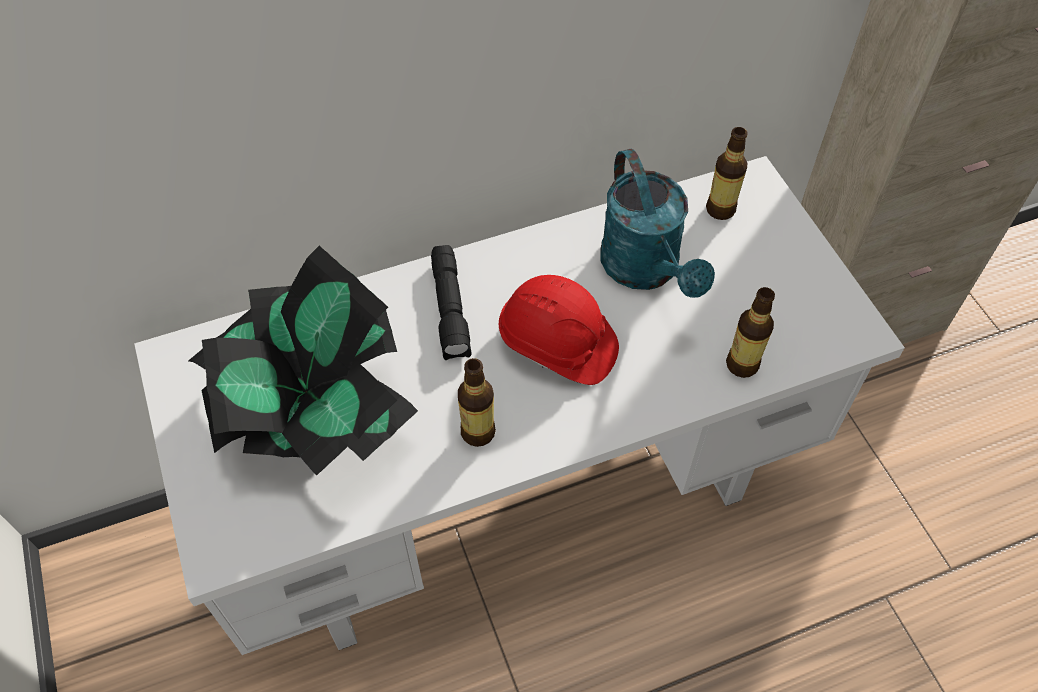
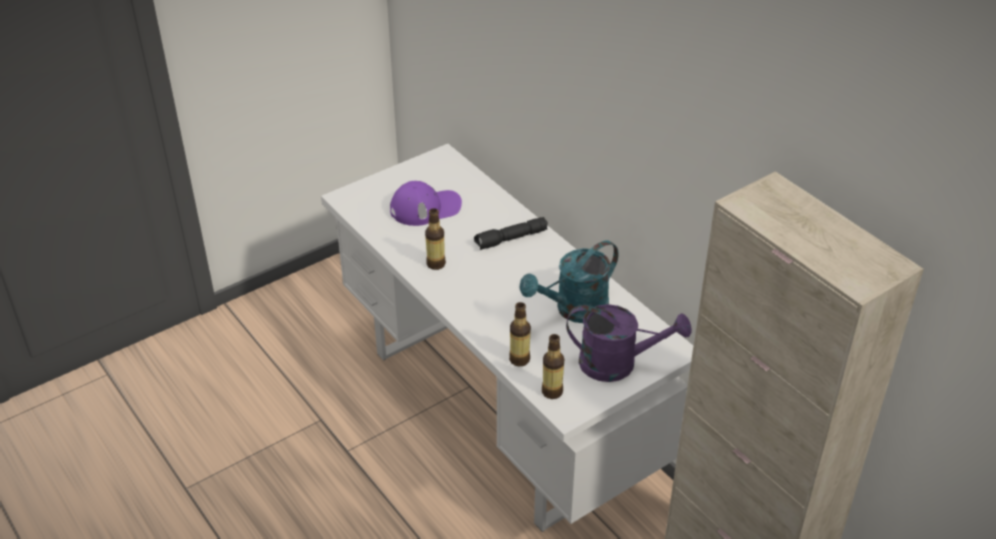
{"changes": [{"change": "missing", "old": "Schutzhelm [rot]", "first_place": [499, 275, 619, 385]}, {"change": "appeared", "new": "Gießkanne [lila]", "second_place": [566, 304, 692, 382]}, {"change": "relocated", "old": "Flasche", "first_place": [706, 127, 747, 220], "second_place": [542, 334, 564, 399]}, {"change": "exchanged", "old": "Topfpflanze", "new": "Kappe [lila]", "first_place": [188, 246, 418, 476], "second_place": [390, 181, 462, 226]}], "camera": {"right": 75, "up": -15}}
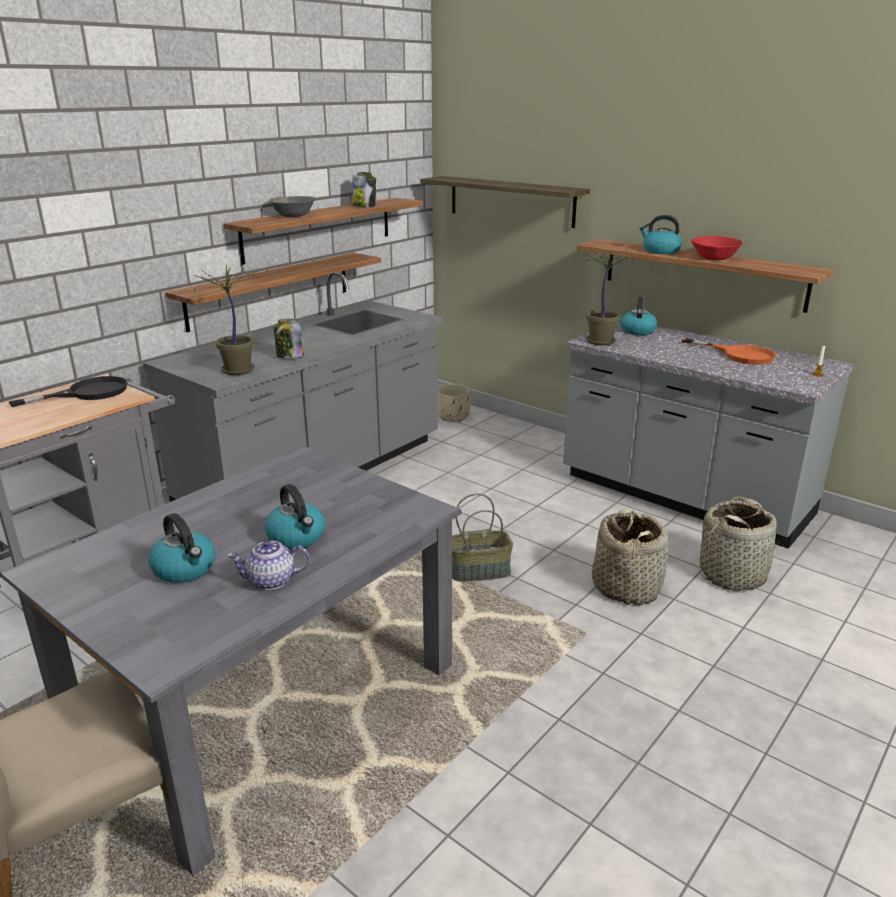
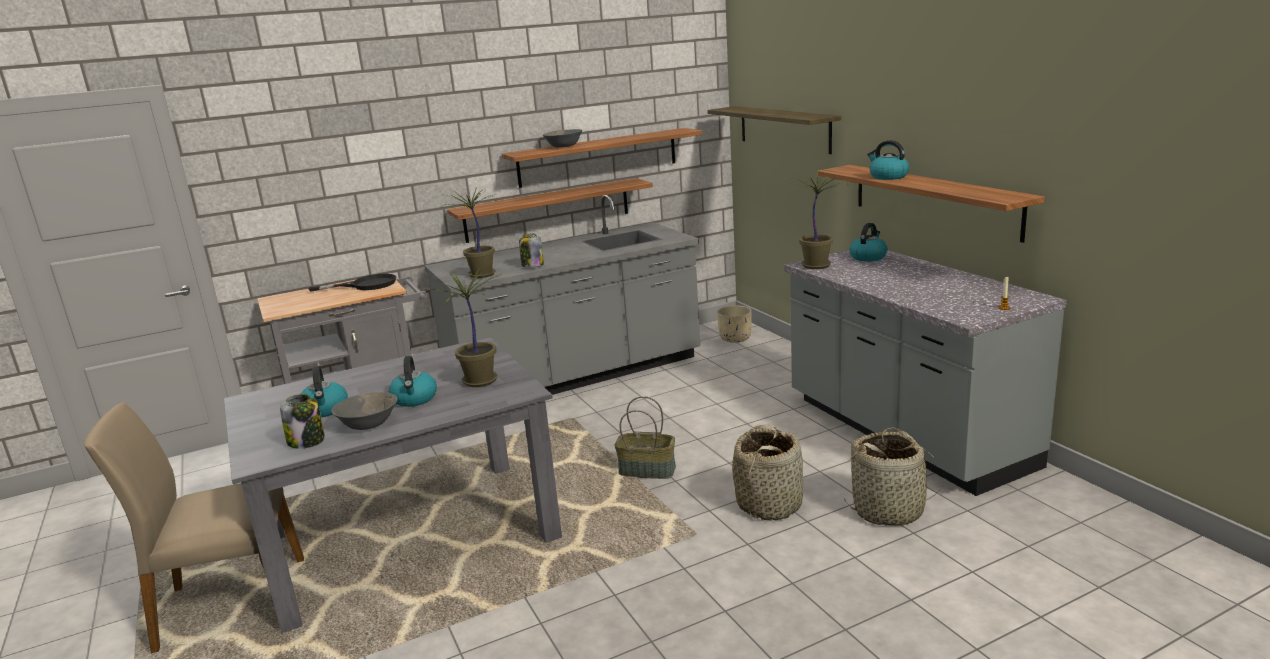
{"changes": [{"change": "missing", "old": "Pfanne [orange]", "first_place": [681, 338, 776, 365]}, {"change": "missing", "old": "Schüssel [rot]", "first_place": [691, 236, 743, 260]}, {"change": "appeared", "new": "Topfpflanze", "second_place": [422, 269, 501, 387]}, {"change": "relocated", "old": "Vorratsglas", "first_place": [351, 172, 376, 207], "second_place": [280, 394, 325, 449]}, {"change": "exchanged", "old": "Teekanne", "new": "Schüssel [grau]", "first_place": [227, 540, 310, 590], "second_place": [331, 392, 397, 430]}], "camera": {"right": 25, "up": -5}}
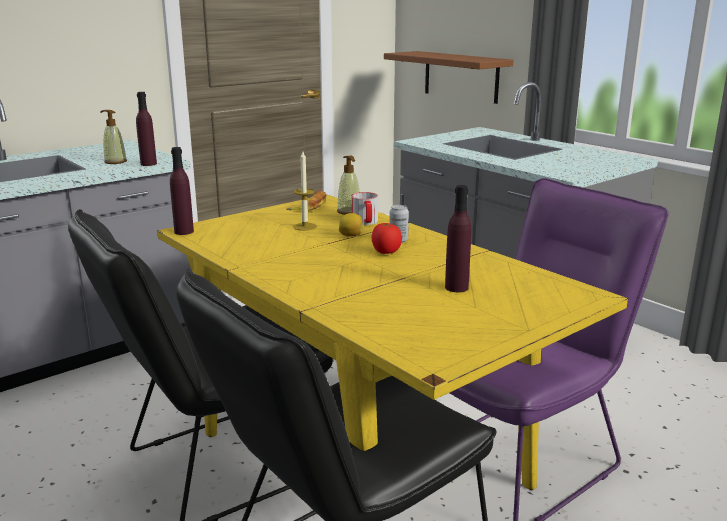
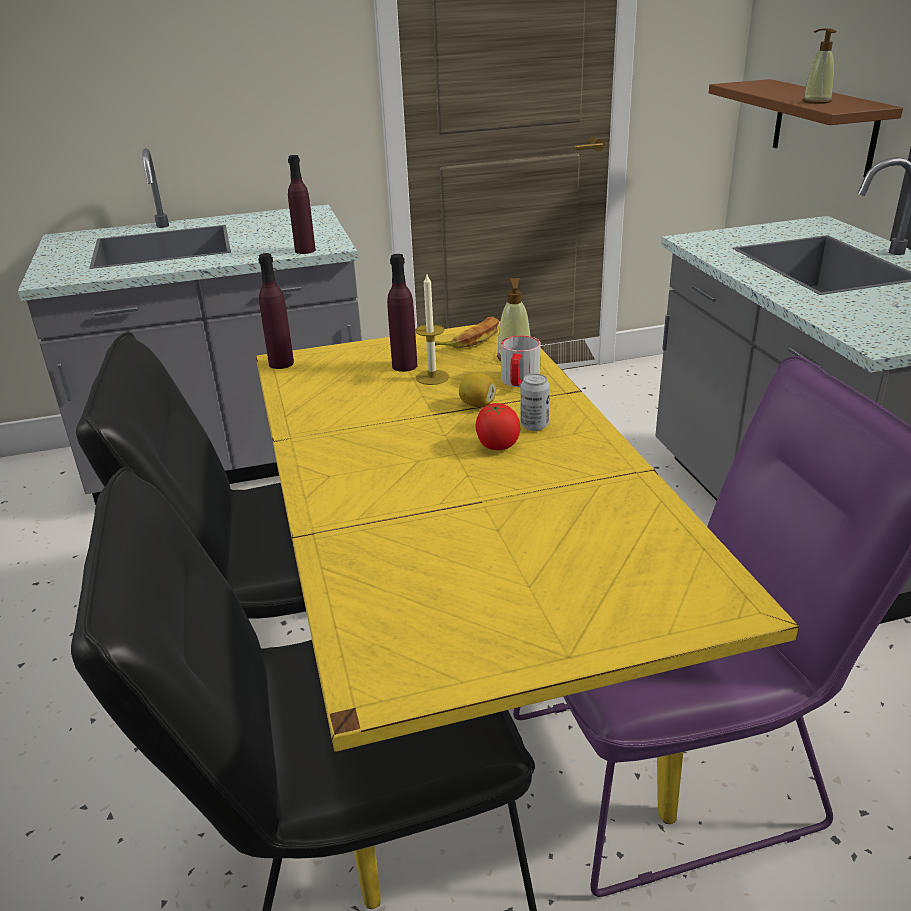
{"changes": [{"change": "relocated", "old": "Seifenspender", "first_place": [101, 110, 127, 164], "second_place": [803, 28, 836, 104]}, {"change": "relocated", "old": "Flasche [lila]", "first_place": [445, 185, 472, 292], "second_place": [387, 254, 418, 372]}], "camera": {"right": 25, "up": 10}}
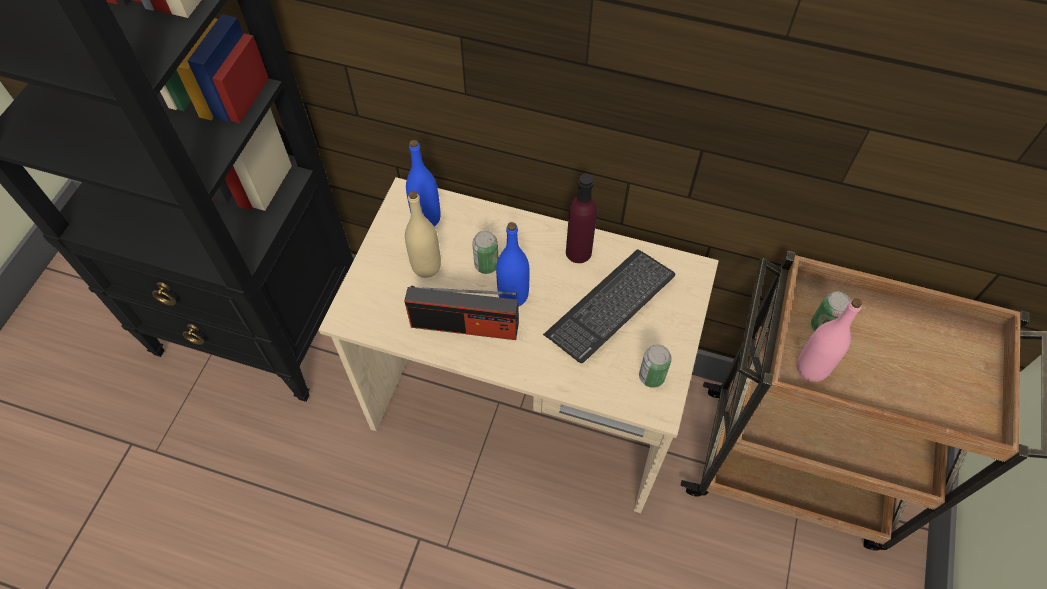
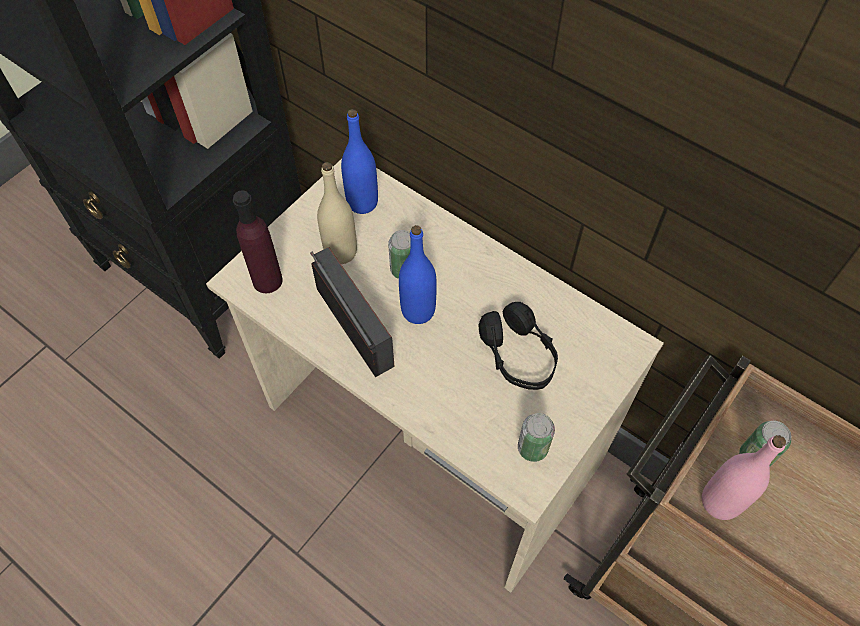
{"changes": [{"change": "relocated", "old": "Flasche [lila]", "first_place": [566, 174, 597, 263], "second_place": [233, 190, 283, 293]}, {"change": "exchanged", "old": "Tastatur", "new": "Kopfhörer [schwarz]", "first_place": [543, 249, 675, 363], "second_place": [479, 302, 558, 390]}, {"change": "spun", "old": "Radio", "first_place": [404, 286, 519, 340], "second_place": [310, 247, 395, 377], "degrees": -150}], "camera": {"right": 20, "up": 0}}
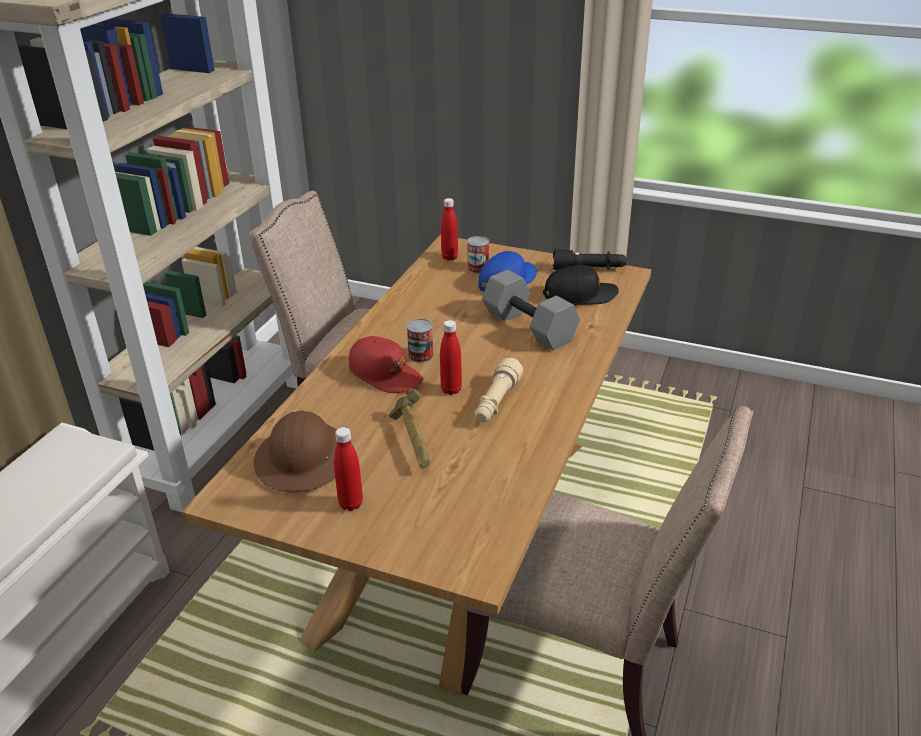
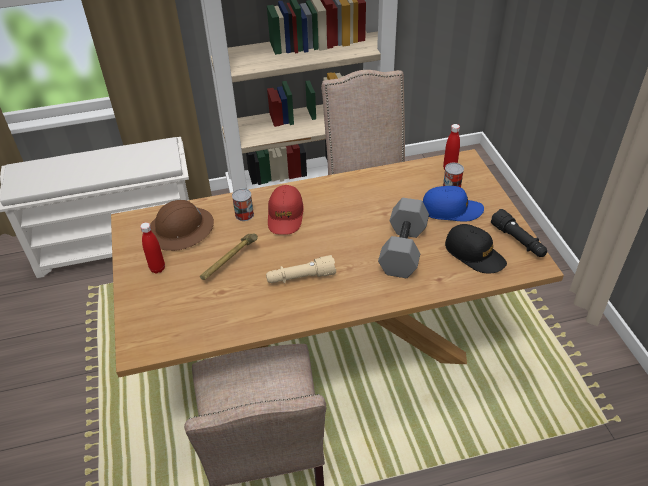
{"changes": [{"change": "missing", "old": "Flasche [rot]", "first_place": [440, 320, 462, 395]}, {"change": "relocated", "old": "Dose", "first_place": [407, 319, 434, 363], "second_place": [232, 189, 254, 221]}], "camera": {"right": 55, "up": 10}}
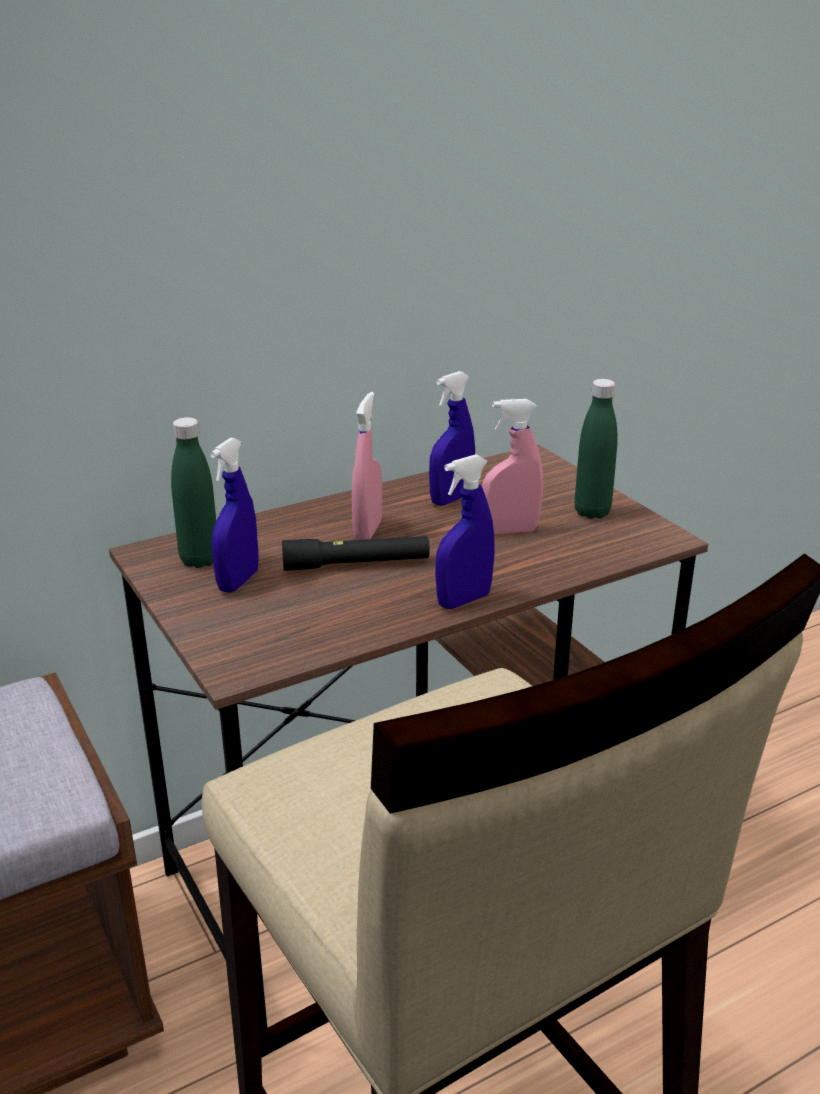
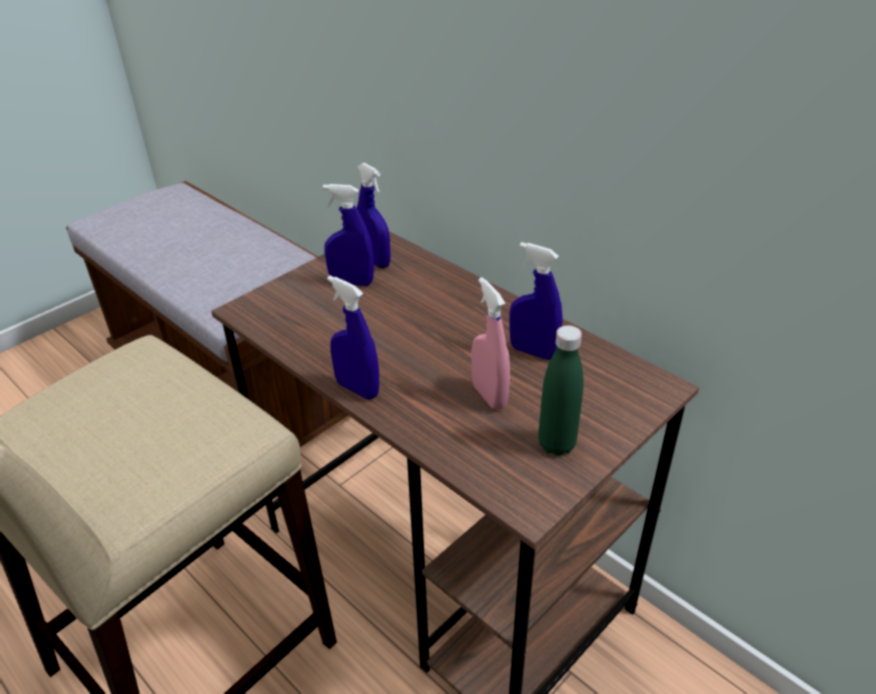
{"changes": [{"change": "missing", "old": "Taschenlampe [schwarz]", "first_place": [282, 536, 430, 571]}, {"change": "missing", "old": "Sprühflasche [rosa]", "first_place": [352, 392, 382, 540]}, {"change": "exchanged", "old": "Flasche [grün]", "new": "Sprühflasche [blau]", "first_place": [171, 417, 216, 568], "second_place": [357, 163, 391, 268]}], "camera": {"right": 75, "up": 10}}
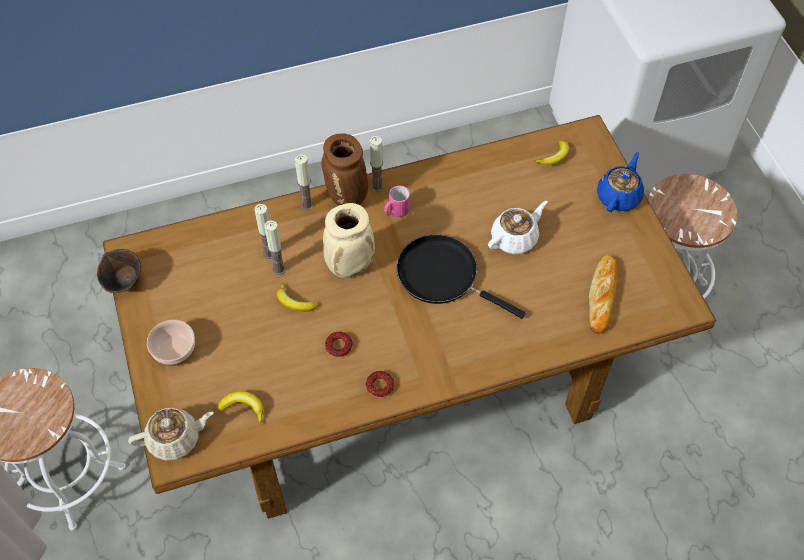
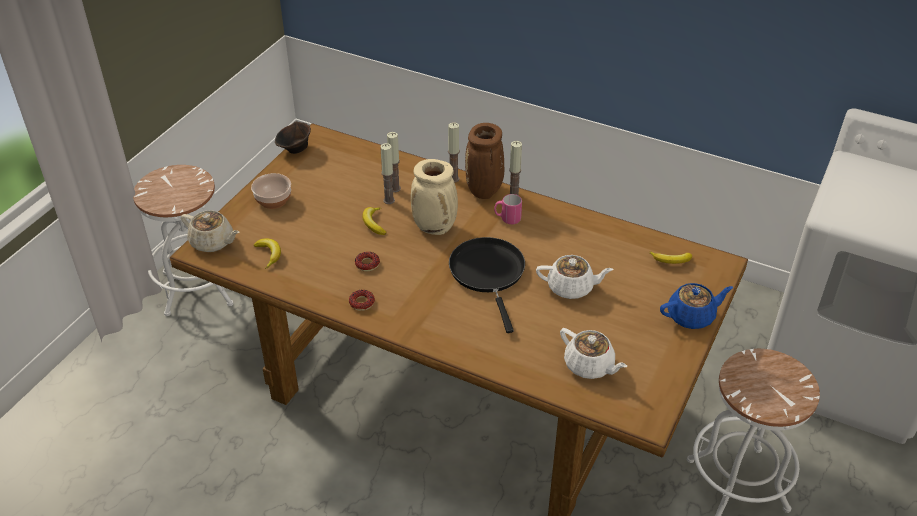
{"changes": [{"change": "exchanged", "old": "Brot", "new": "Teekanne [weiß]", "first_place": [589, 255, 617, 334], "second_place": [560, 328, 627, 379]}], "camera": {"right": 45, "up": -15}}
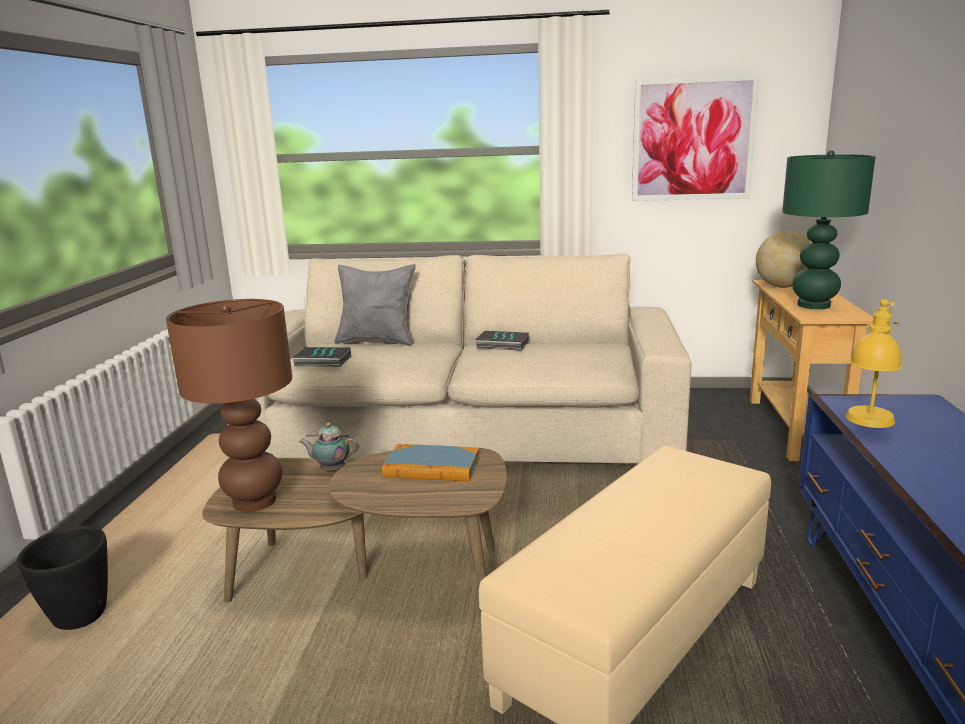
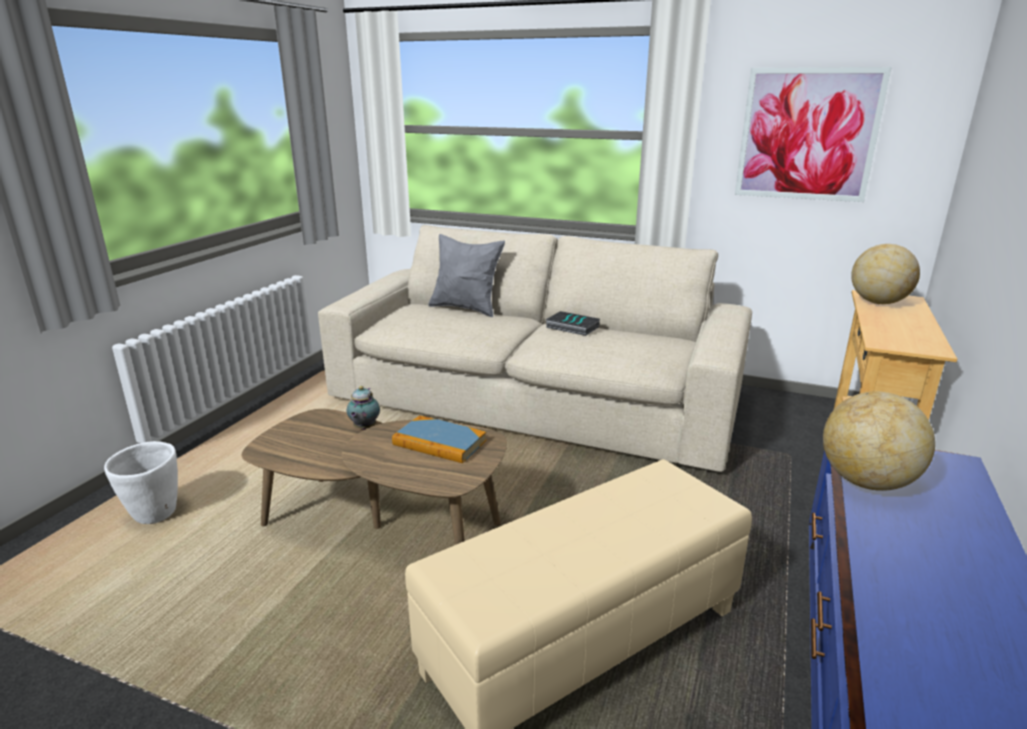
{"changes": [{"change": "missing", "old": "Tischlampe [braun]", "first_place": [166, 299, 292, 512]}, {"change": "missing", "old": "Buch", "first_place": [292, 347, 351, 367]}, {"change": "missing", "old": "Tischlampe [grün]", "first_place": [782, 150, 876, 309]}, {"change": "exchanged", "old": "Tischlampe [gelb]", "new": "Globus", "first_place": [846, 299, 902, 428], "second_place": [823, 391, 935, 491]}, {"change": "colour", "old": "Pflanzkübel [schwarz]", "new": "Pflanzkübel [weiß]", "first_place": [17, 526, 108, 630], "second_place": [104, 441, 178, 524]}, {"change": "spun", "old": "Teekanne", "first_place": [299, 423, 359, 471], "second_place": [347, 386, 380, 429], "degrees": -105}], "camera": {"right": 15, "up": 5}}
